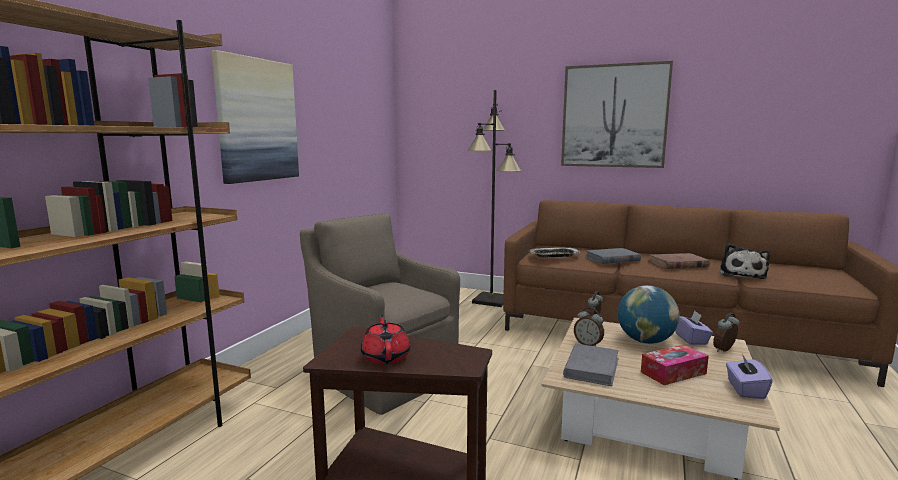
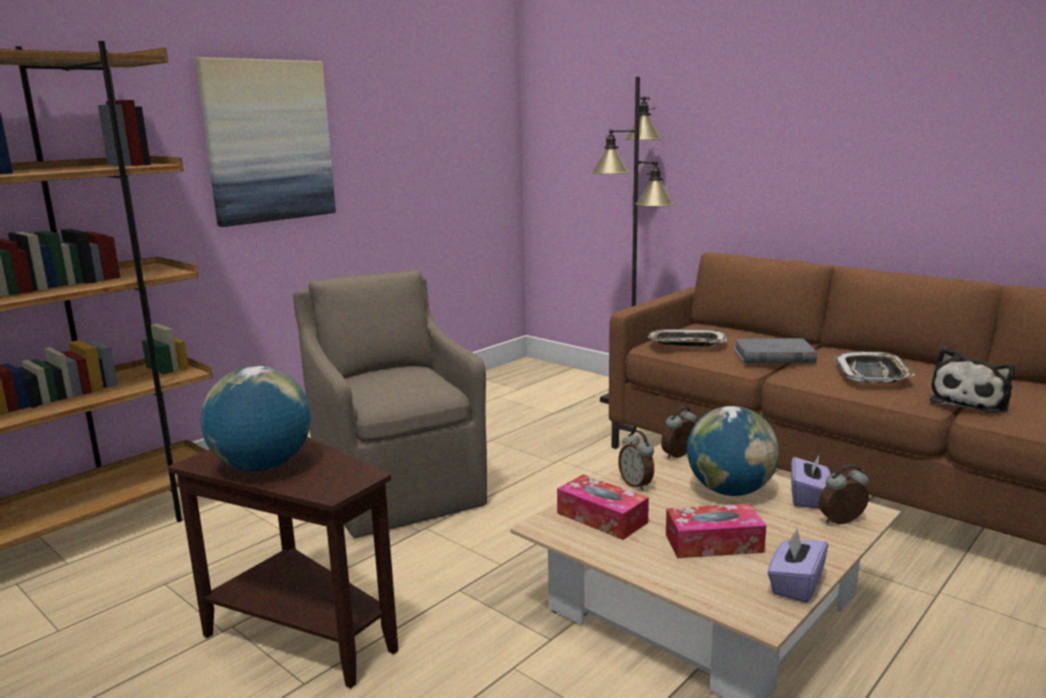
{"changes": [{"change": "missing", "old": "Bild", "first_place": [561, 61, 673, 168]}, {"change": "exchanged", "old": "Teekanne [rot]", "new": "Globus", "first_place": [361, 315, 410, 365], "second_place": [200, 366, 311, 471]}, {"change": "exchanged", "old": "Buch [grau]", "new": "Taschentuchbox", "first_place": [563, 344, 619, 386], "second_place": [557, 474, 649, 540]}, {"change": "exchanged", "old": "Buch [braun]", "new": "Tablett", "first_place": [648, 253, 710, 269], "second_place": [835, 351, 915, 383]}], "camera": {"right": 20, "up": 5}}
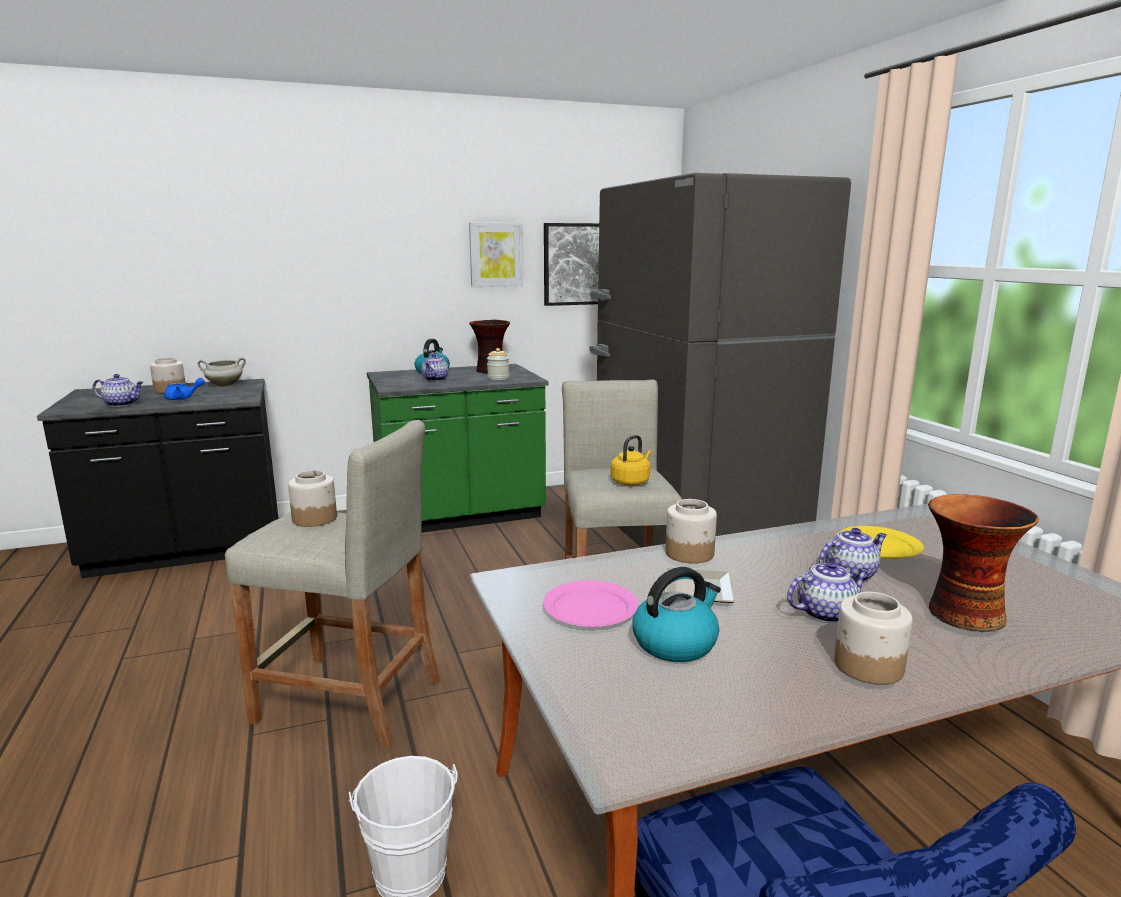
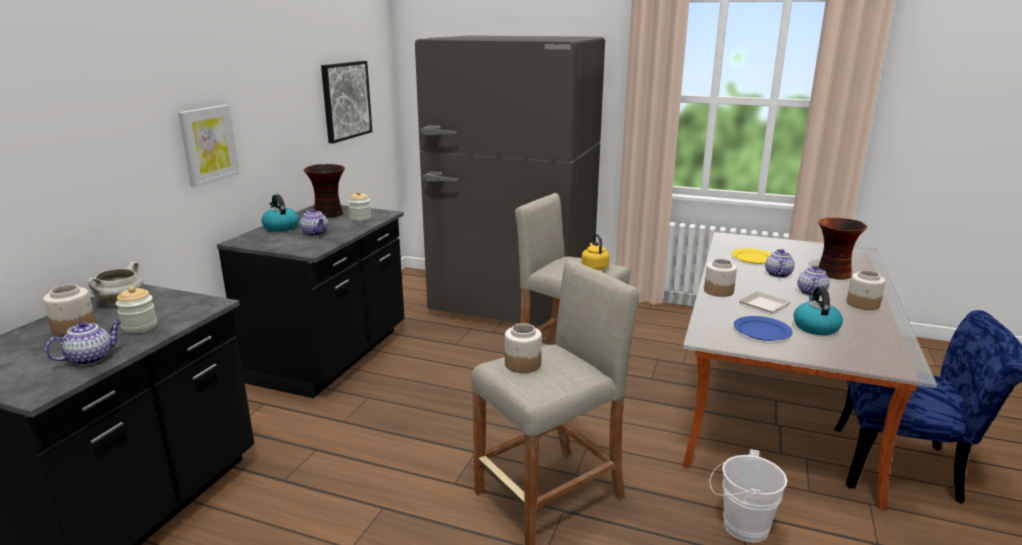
{"changes": [{"change": "relocated", "old": "Bild", "first_place": [469, 223, 524, 287], "second_place": [178, 105, 240, 187]}, {"change": "exchanged", "old": "Teekanne [blau]", "new": "Vorratsglas", "first_place": [164, 378, 205, 400], "second_place": [116, 286, 157, 334]}, {"change": "colour", "old": "Küchenzeile [grün]", "new": "Küchenzeile [schwarz]", "first_place": [367, 364, 549, 533], "second_place": [217, 205, 404, 398]}, {"change": "colour", "old": "Teller [rosa]", "new": "Teller [blau]", "first_place": [543, 580, 638, 627], "second_place": [734, 316, 792, 341]}], "camera": {"right": -50, "up": 5}}
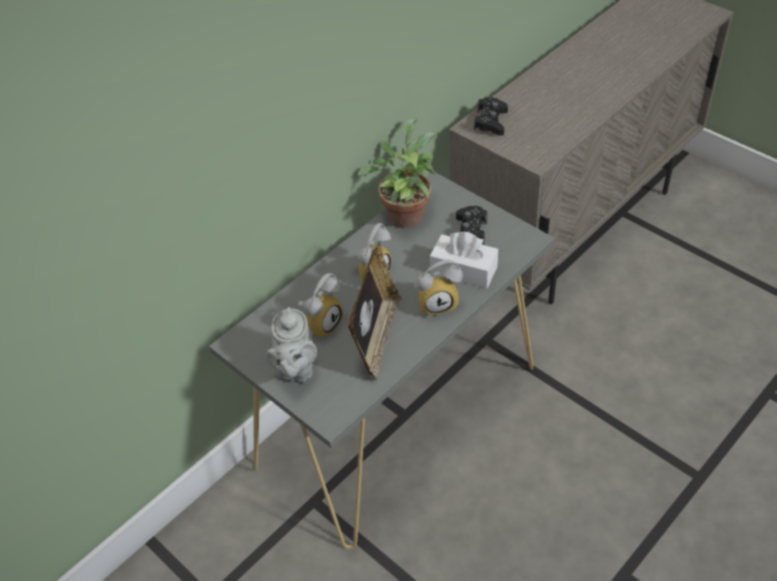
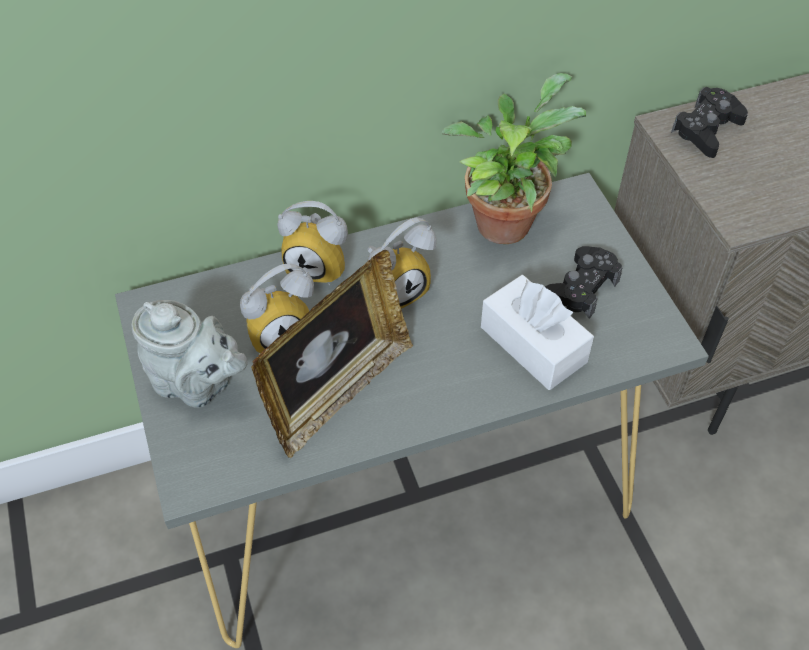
{"changes": [{"change": "relocated", "old": "Wecker", "first_place": [416, 260, 463, 317], "second_place": [277, 201, 348, 285]}, {"change": "spun", "old": "Teekanne [grau]", "first_place": [266, 307, 317, 383], "second_place": [131, 300, 248, 408], "degrees": -90}], "camera": {"right": 25, "up": 5}}
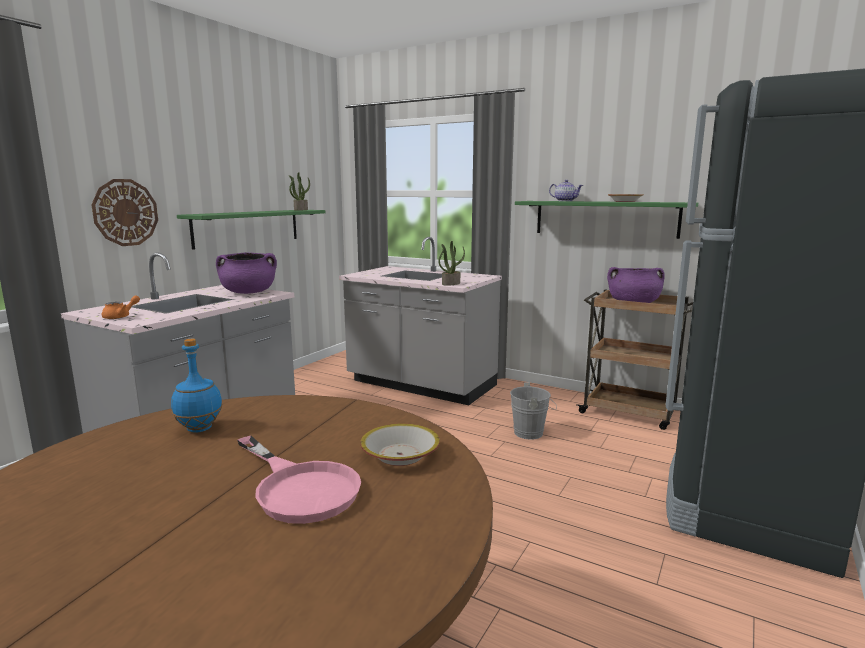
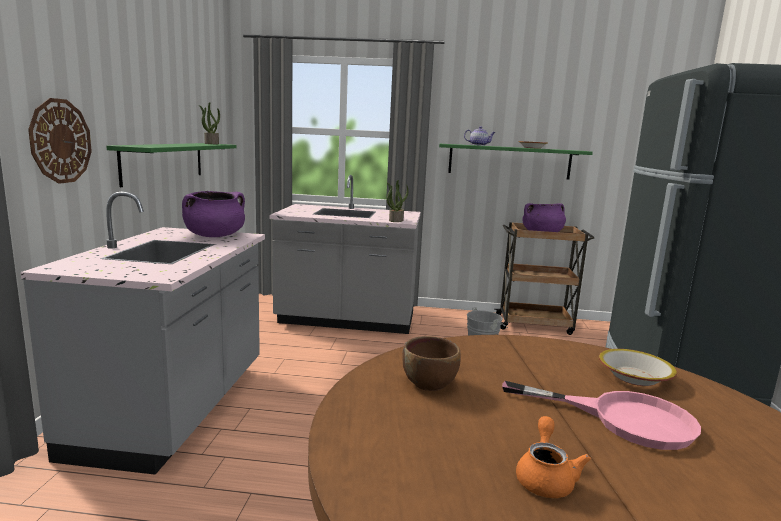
{"changes": [{"change": "relocated", "old": "Teekanne [orange]", "first_place": [102, 295, 140, 319], "second_place": [516, 416, 591, 498]}, {"change": "exchanged", "old": "Flasche [blau]", "new": "Schüssel [braun]", "first_place": [171, 339, 223, 433], "second_place": [403, 336, 461, 391]}], "camera": {"right": -25, "up": 0}}
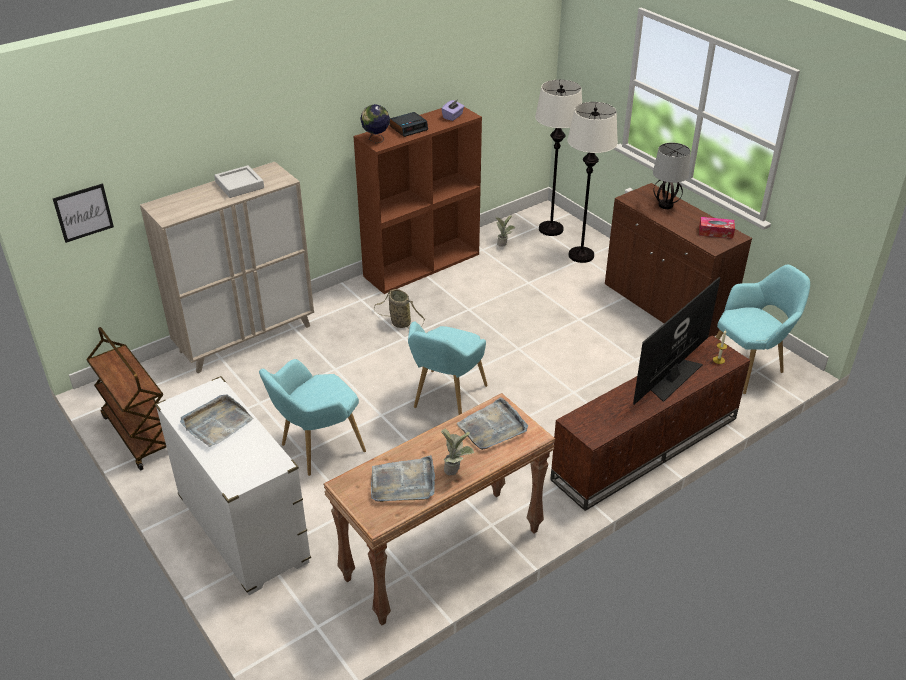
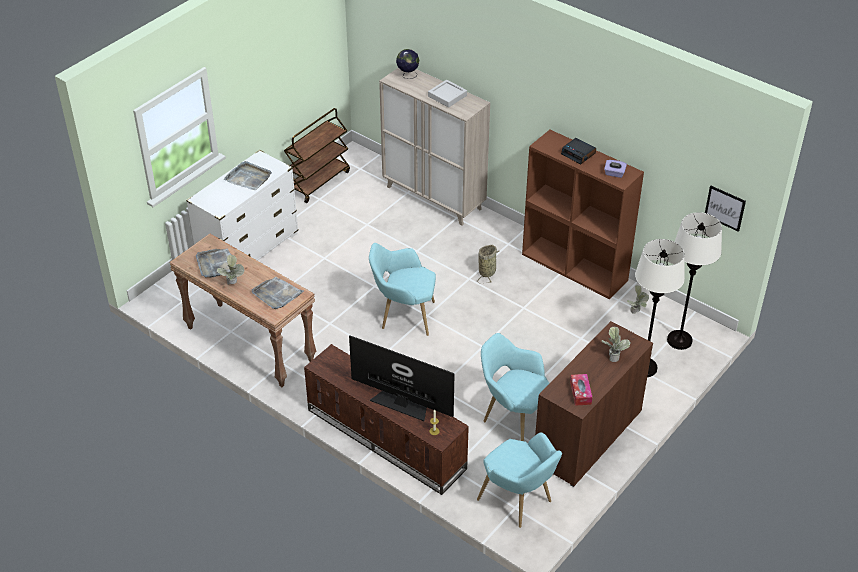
{"changes": [{"change": "relocated", "old": "Bild", "first_place": [53, 183, 114, 243], "second_place": [705, 185, 746, 232]}, {"change": "relocated", "old": "Sessel [türkis]", "first_place": [259, 359, 366, 476], "second_place": [481, 333, 550, 441]}, {"change": "relocated", "old": "Globus", "first_place": [360, 104, 390, 143], "second_place": [396, 49, 419, 79]}, {"change": "exchanged", "old": "Tischlampe", "new": "Topfpflanze", "first_place": [653, 143, 691, 209], "second_place": [601, 327, 631, 362]}], "camera": {"right": 75, "up": 5}}
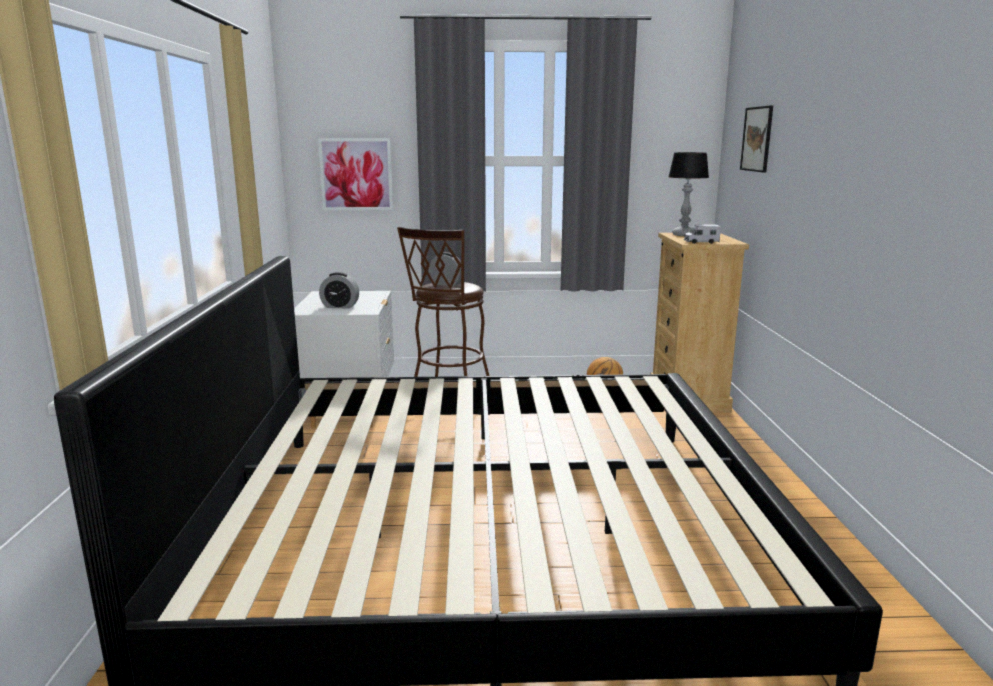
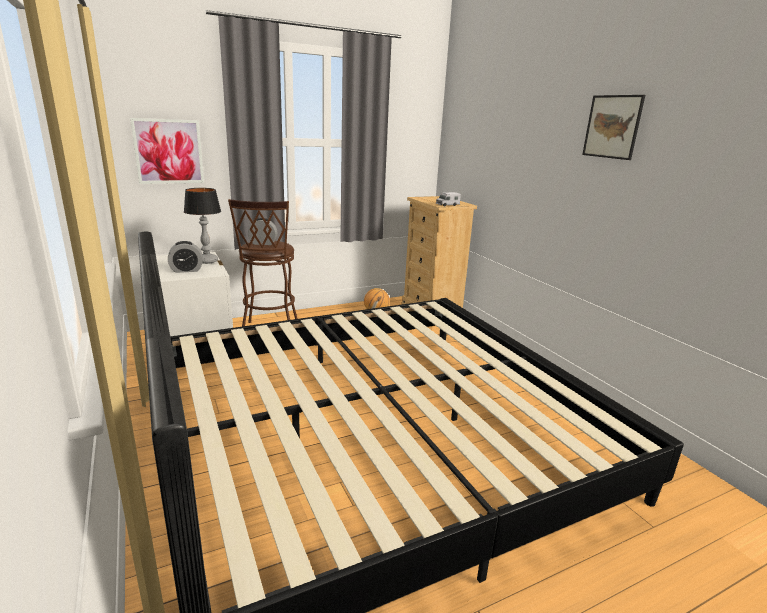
{"changes": [{"change": "relocated", "old": "Tischlampe", "first_place": [669, 152, 709, 236], "second_place": [184, 188, 221, 264]}, {"change": "relocated", "old": "Bild", "first_place": [740, 105, 773, 173], "second_place": [582, 95, 645, 160]}], "camera": {"right": -25, "up": 5}}
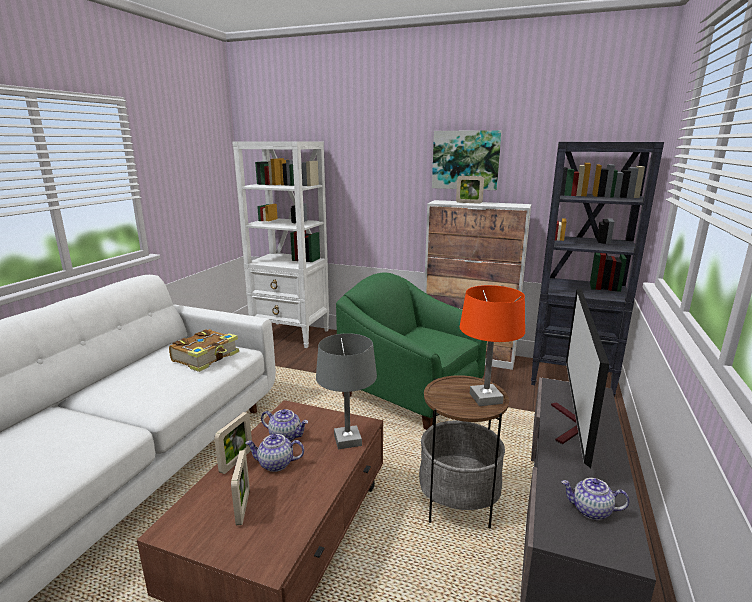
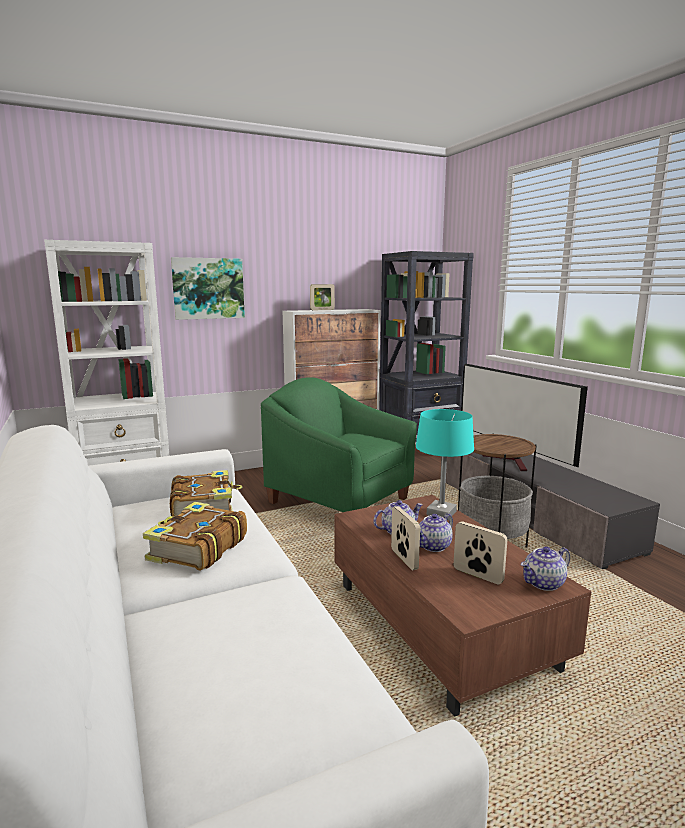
{"changes": [{"change": "missing", "old": "Tischlampe [orange]", "first_place": [460, 285, 525, 406]}, {"change": "appeared", "new": "Buch", "second_place": [143, 502, 247, 571]}, {"change": "relocated", "old": "Bild", "first_place": [432, 130, 502, 190], "second_place": [171, 257, 245, 320]}, {"change": "relocated", "old": "Teekanne", "first_place": [561, 478, 629, 520], "second_place": [520, 546, 570, 591]}, {"change": "colour", "old": "Tischlampe [grau]", "new": "Tischlampe [türkis]", "first_place": [316, 333, 377, 449], "second_place": [416, 409, 474, 520]}, {"change": "spun", "old": "Sessel [grün]", "first_place": [336, 272, 487, 430], "second_place": [261, 378, 417, 512], "degrees": 45}], "camera": {"right": -45, "up": -5}}
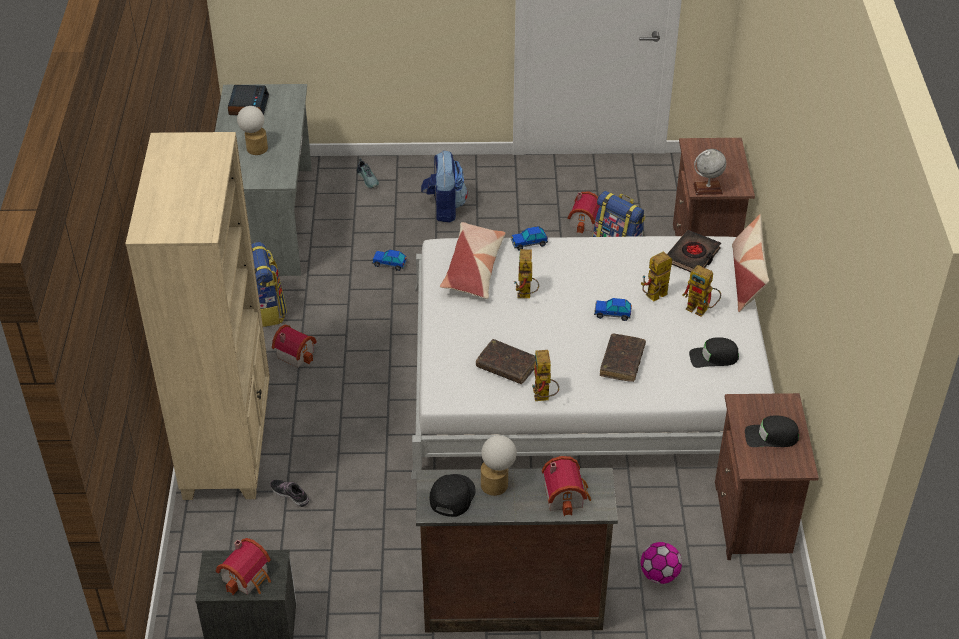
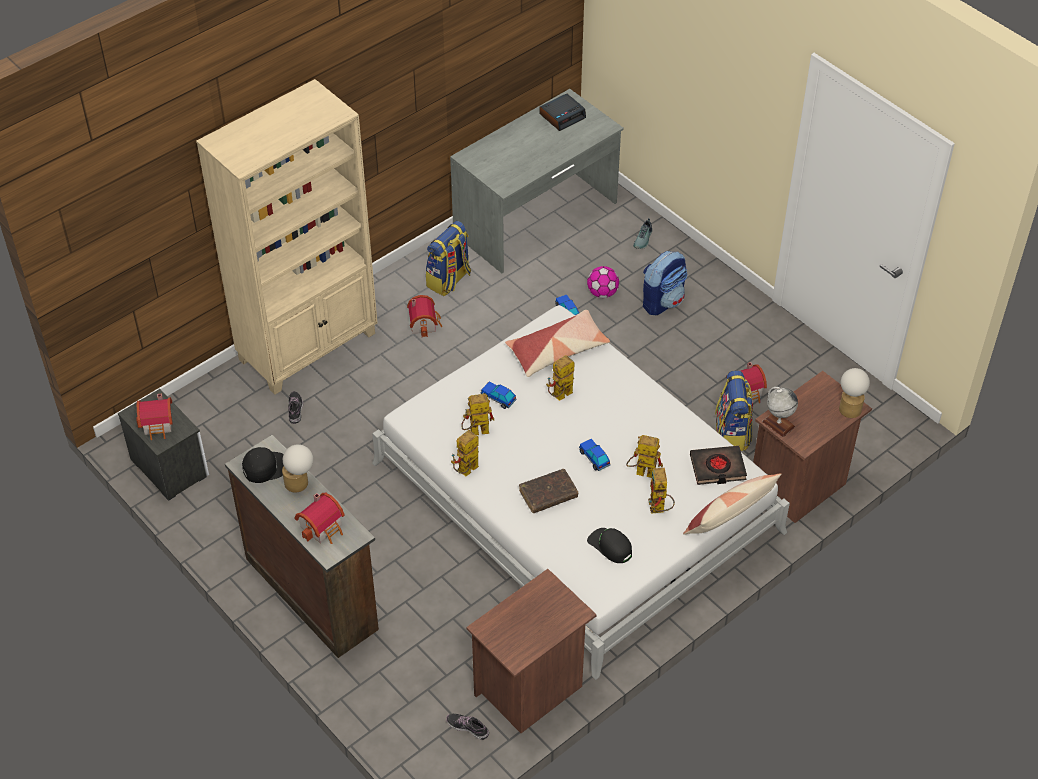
{"changes": [{"change": "missing", "old": "Kappe [schwarz]", "first_place": [745, 416, 799, 447]}, {"change": "appeared", "new": "Schuh", "second_place": [446, 714, 489, 740]}, {"change": "relocated", "old": "Tischlampe", "first_place": [237, 106, 268, 155], "second_place": [839, 368, 870, 418]}, {"change": "relocated", "old": "Spielzeugauto", "first_place": [511, 226, 548, 250], "second_place": [481, 382, 517, 409]}, {"change": "relocated", "old": "Fußball", "first_place": [641, 542, 682, 584], "second_place": [587, 266, 619, 298]}, {"change": "exchanged", "old": "Buch [braun]", "new": "Spielzeugroboter", "first_place": [476, 339, 535, 384], "second_place": [462, 394, 494, 435]}], "camera": {"right": 50, "up": 5}}
